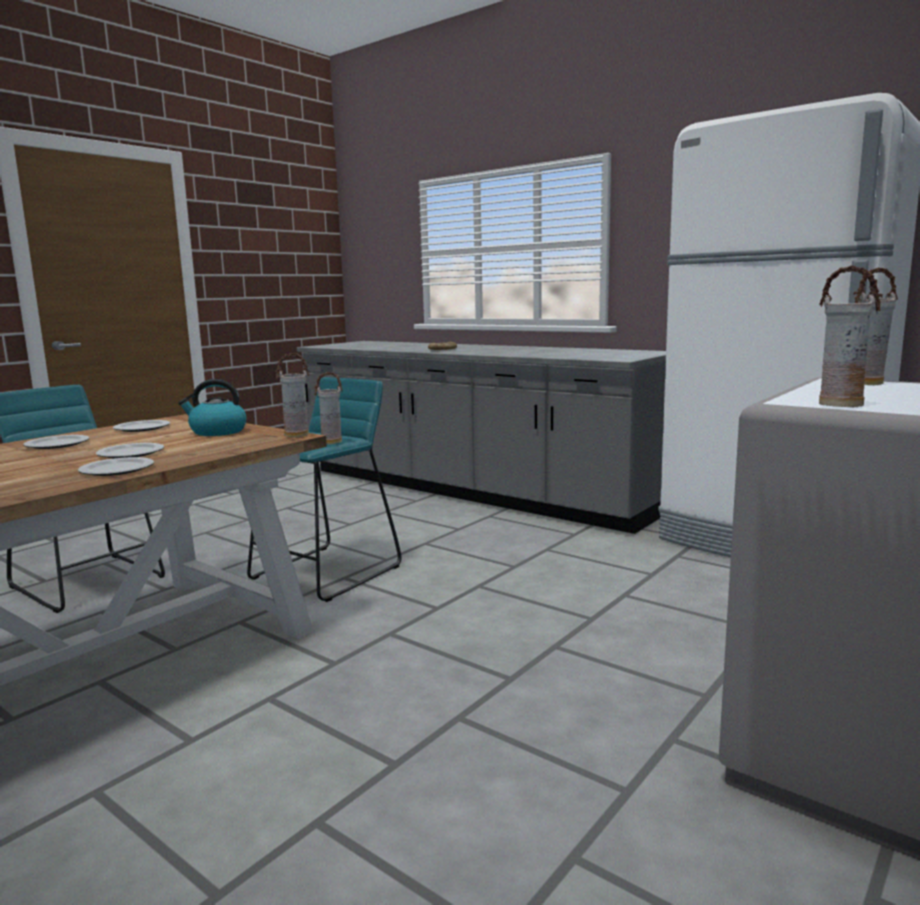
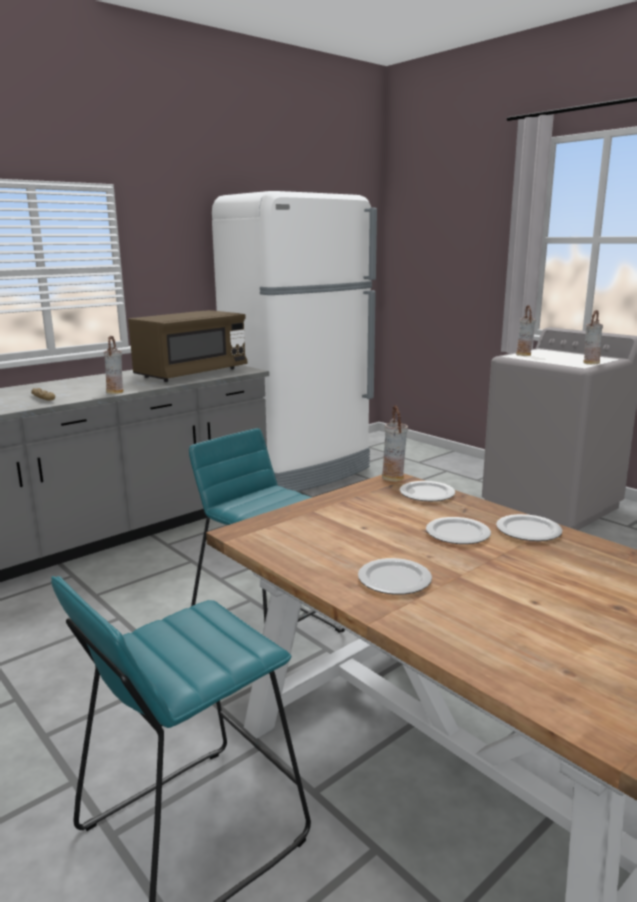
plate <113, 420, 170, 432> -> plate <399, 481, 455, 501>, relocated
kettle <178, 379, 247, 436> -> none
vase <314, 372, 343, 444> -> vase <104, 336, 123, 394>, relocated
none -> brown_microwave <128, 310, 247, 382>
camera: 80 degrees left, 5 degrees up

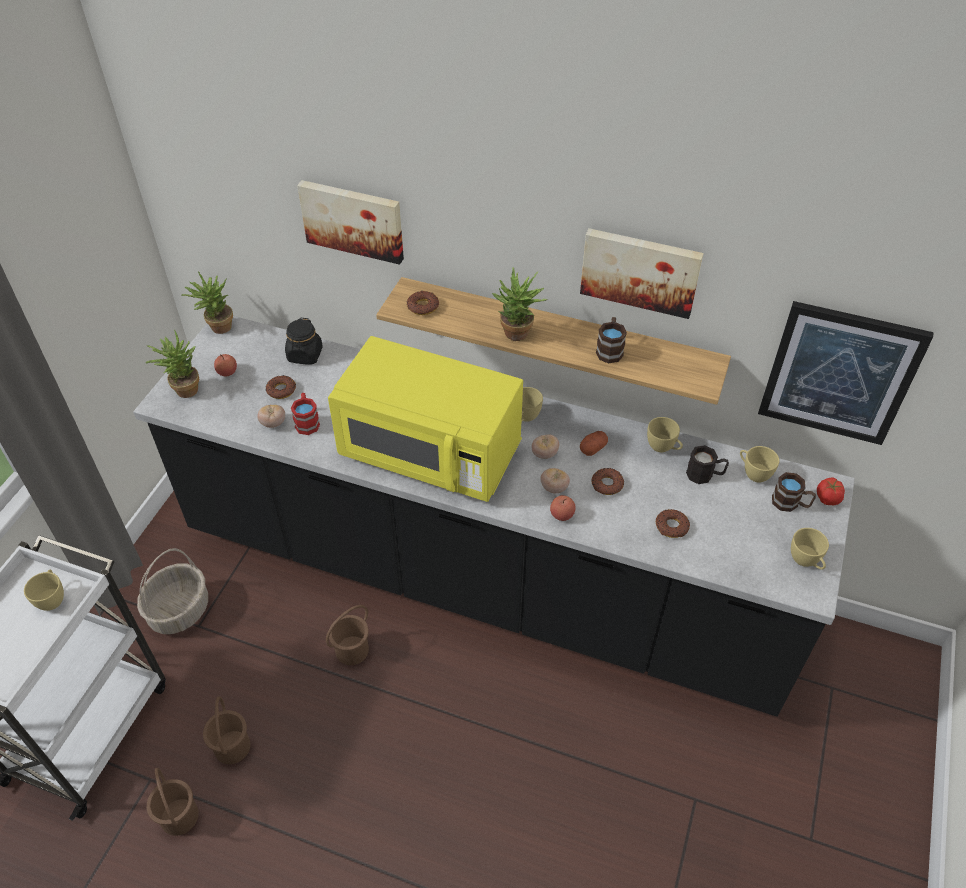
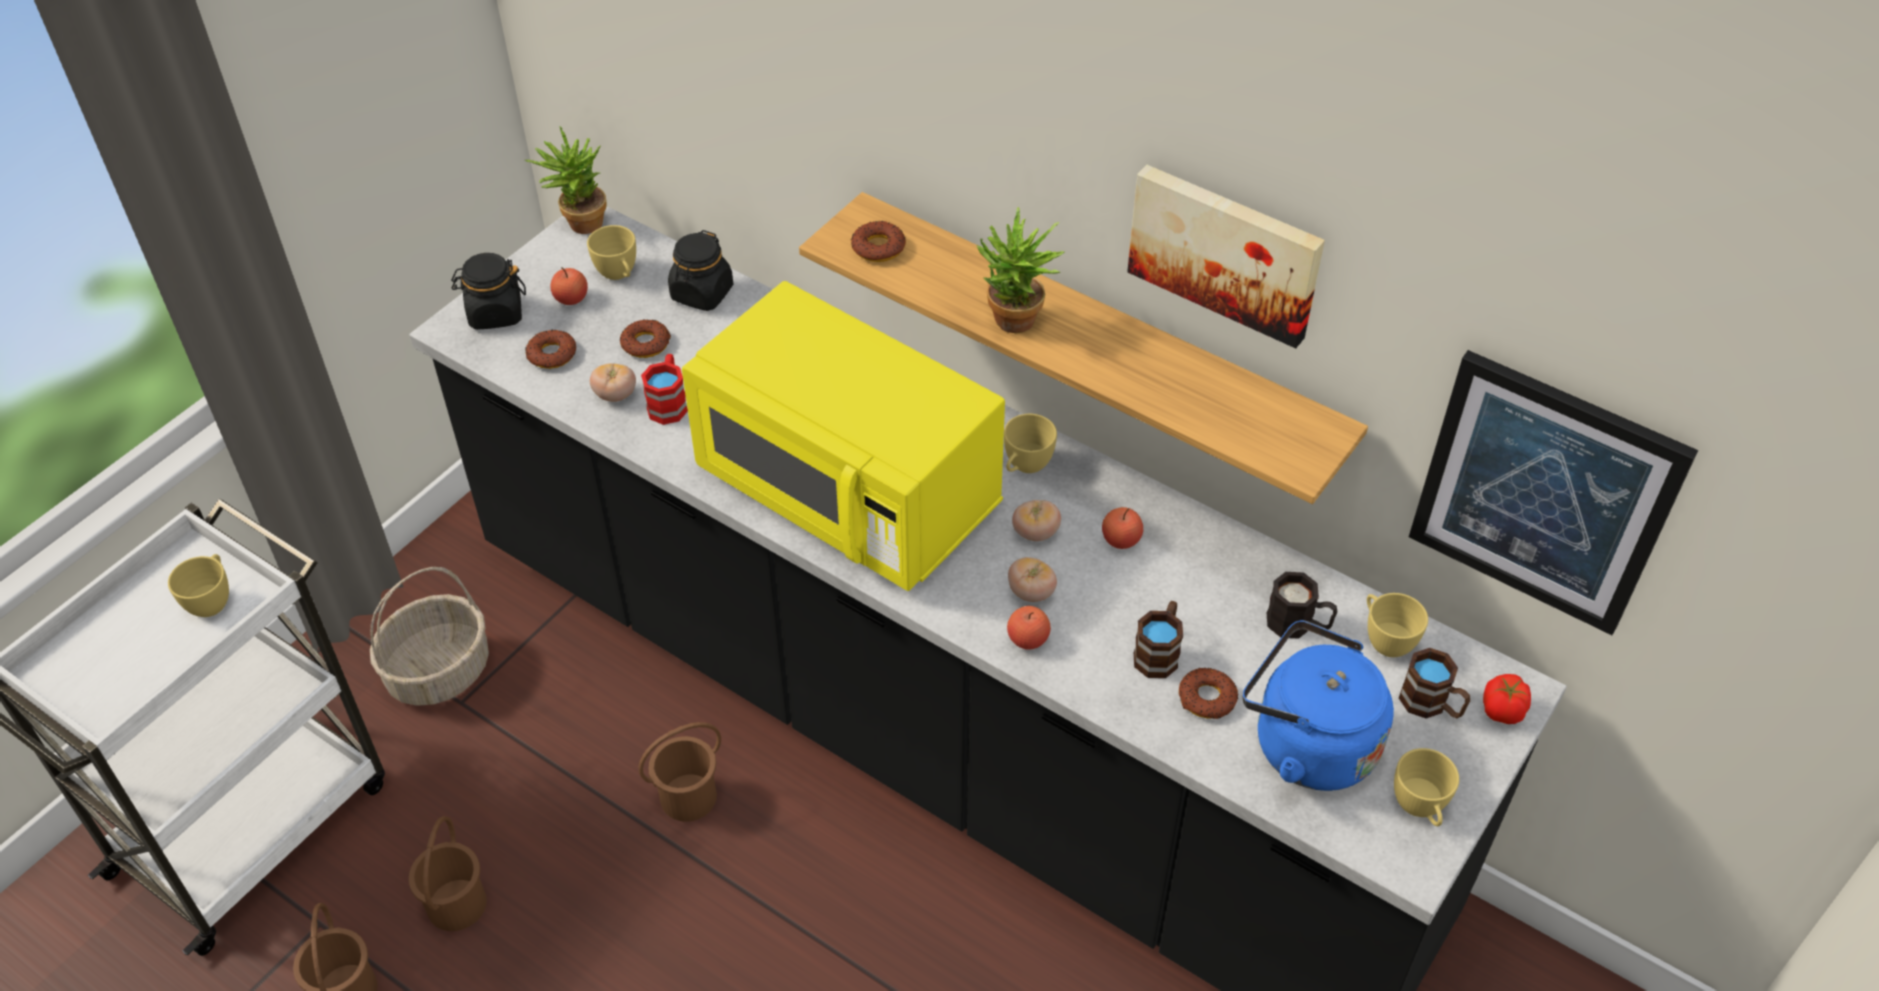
potted_plant <145, 329, 199, 398> -> black_jar <451, 253, 526, 330>
picture <297, 180, 404, 265> -> none
potato <580, 431, 608, 456> -> apple <1102, 507, 1143, 549>
donut <592, 468, 624, 495> -> donut <525, 330, 576, 369>, relocated
brown_mug <596, 317, 627, 363> -> brown_mug <1134, 601, 1183, 678>, relocated
yellow_cup <647, 417, 683, 452> -> yellow_cup <587, 225, 636, 280>, relocated
none -> blue_kettle <1243, 620, 1394, 791>
camera: 15 degrees right, 0 degrees up

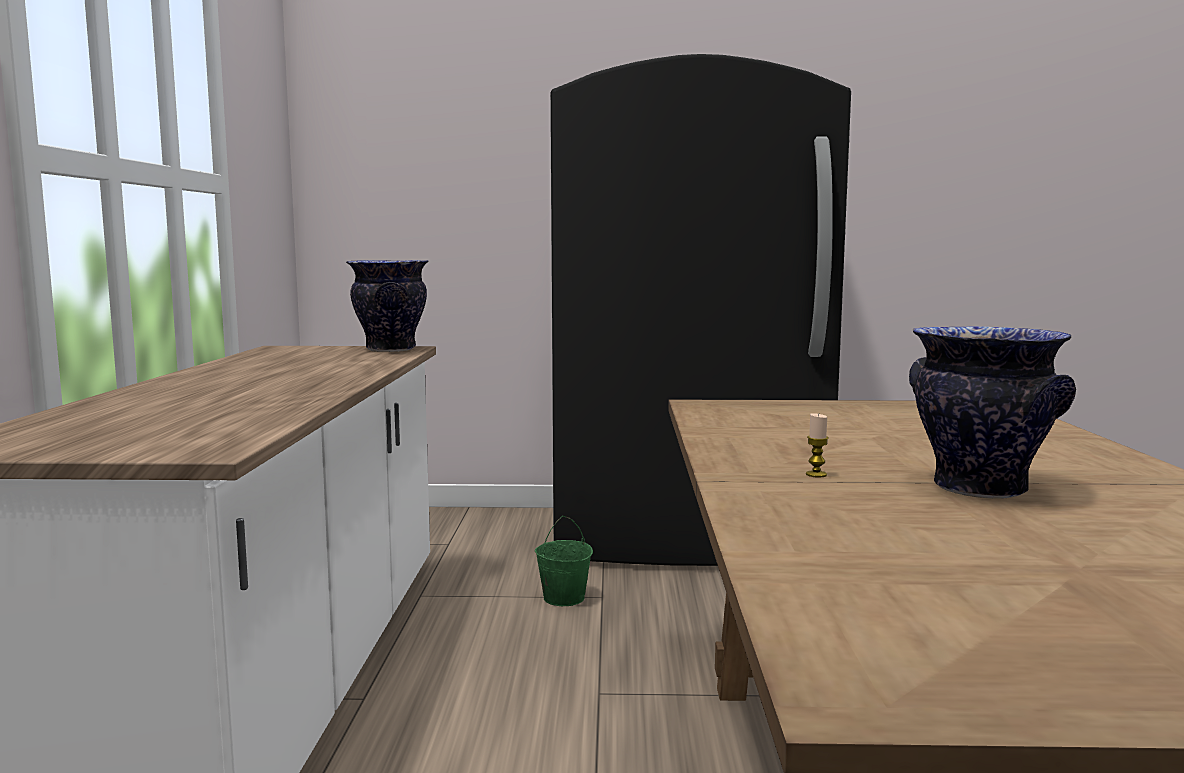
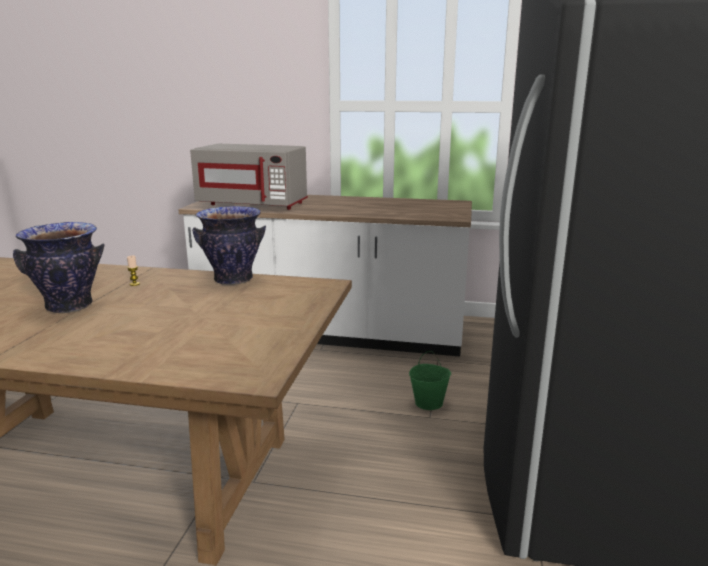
vase <346, 260, 428, 352> -> vase <192, 206, 266, 285>, relocated
none -> grey_microwave <190, 144, 308, 210>
camera: 100 degrees right, 10 degrees up

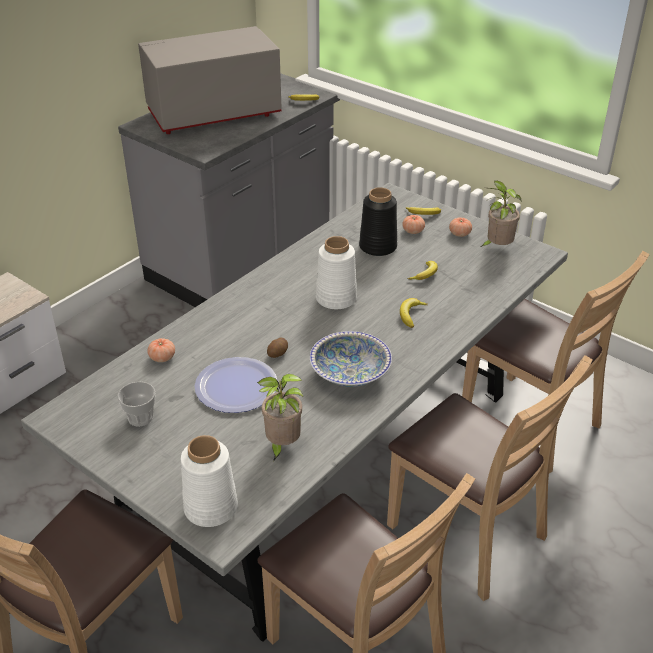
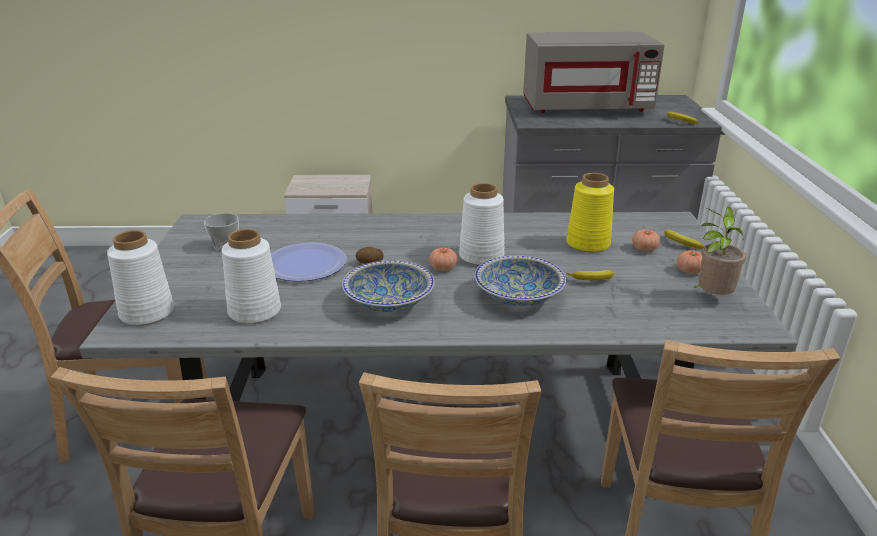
grey_microwave <138, 26, 282, 134> -> grey_microwave <523, 32, 665, 113>, 150 degrees clockwise
tomato <147, 338, 175, 362> -> tomato <429, 248, 458, 271>, relocated
potted_plant <257, 374, 303, 461> -> white_vase <222, 229, 281, 324>
black_vase <359, 187, 397, 256> -> yellow_vase <566, 173, 614, 252>
banana <400, 298, 428, 328> -> bowl <475, 255, 566, 307>
camera: 50 degrees right, 10 degrees down

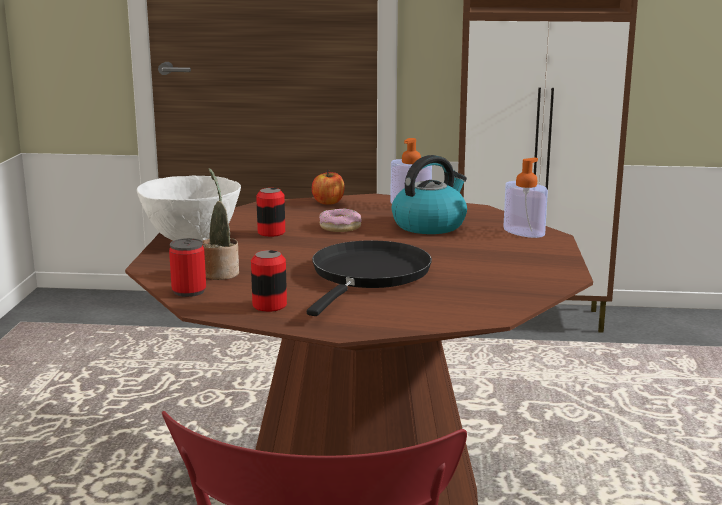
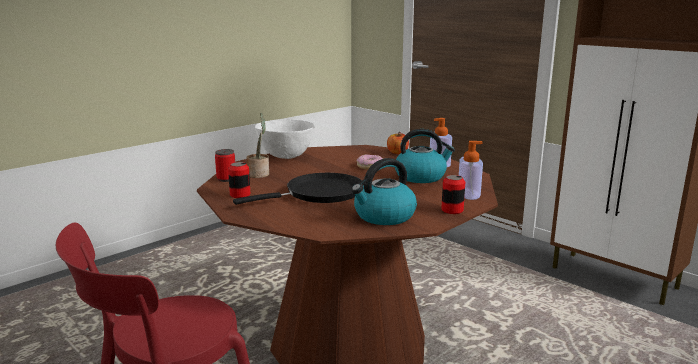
can <256, 188, 285, 237> -> can <441, 175, 465, 214>, relocated
none -> kettle <351, 158, 417, 225>
camera: 40 degrees right, 0 degrees up

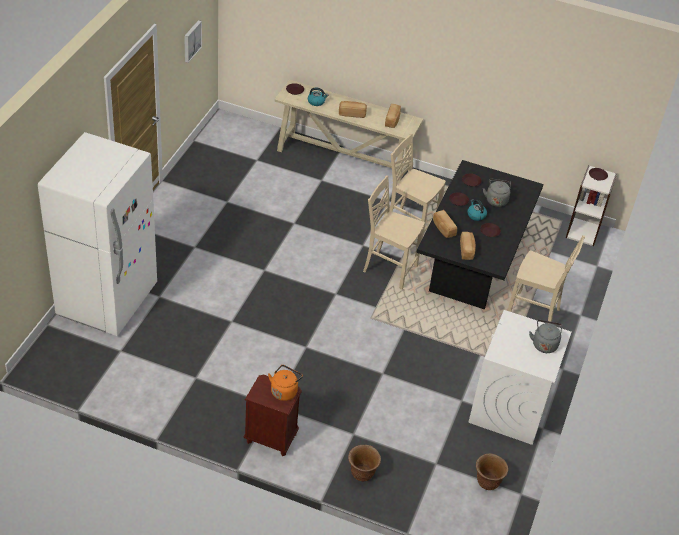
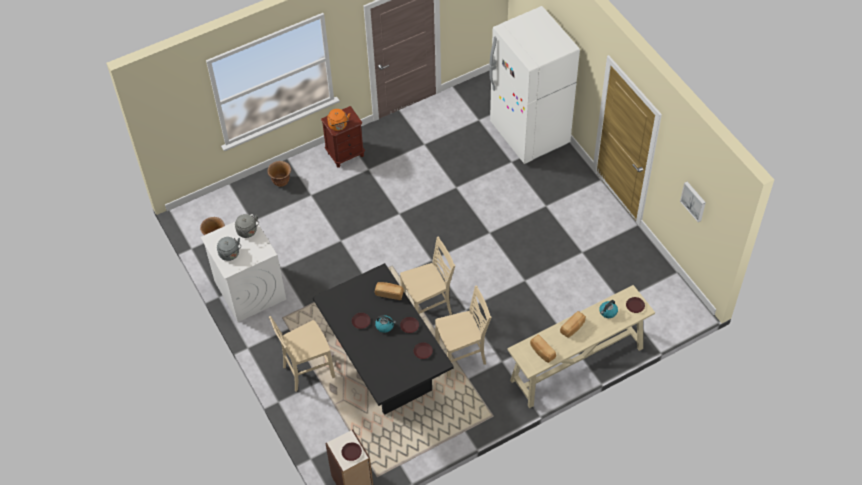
bread <460, 232, 476, 260> -> none
grey_kettle <483, 179, 511, 207> -> grey_kettle <235, 214, 259, 238>, relocated
camera: 135 degrees right, 10 degrees up

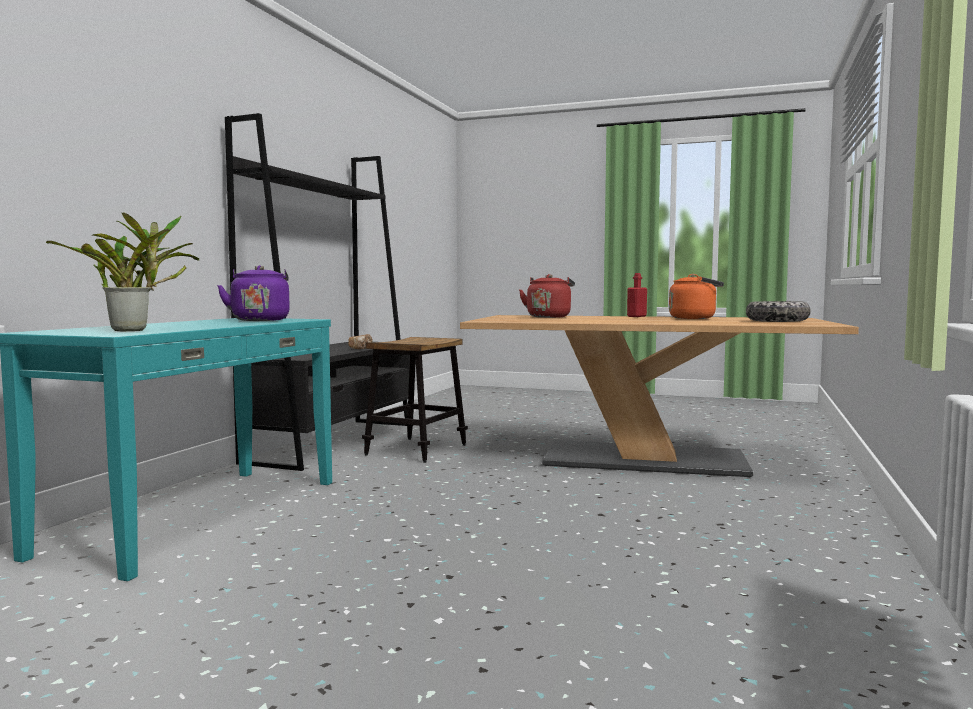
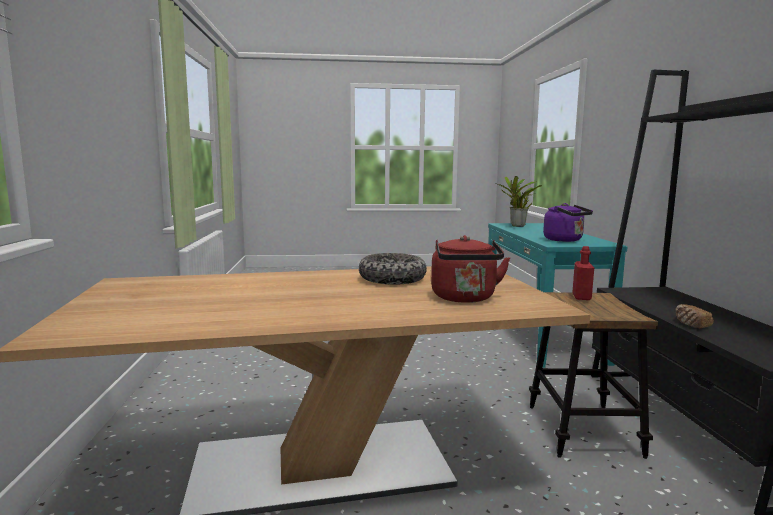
red_bottle <627, 273, 647, 317> -> red_bottle <572, 246, 594, 300>, relocated
orange_kettle <669, 274, 724, 319> -> none
bowl <746, 301, 811, 322> -> bowl <359, 253, 427, 285>, relocated
camera: 155 degrees right, 5 degrees up

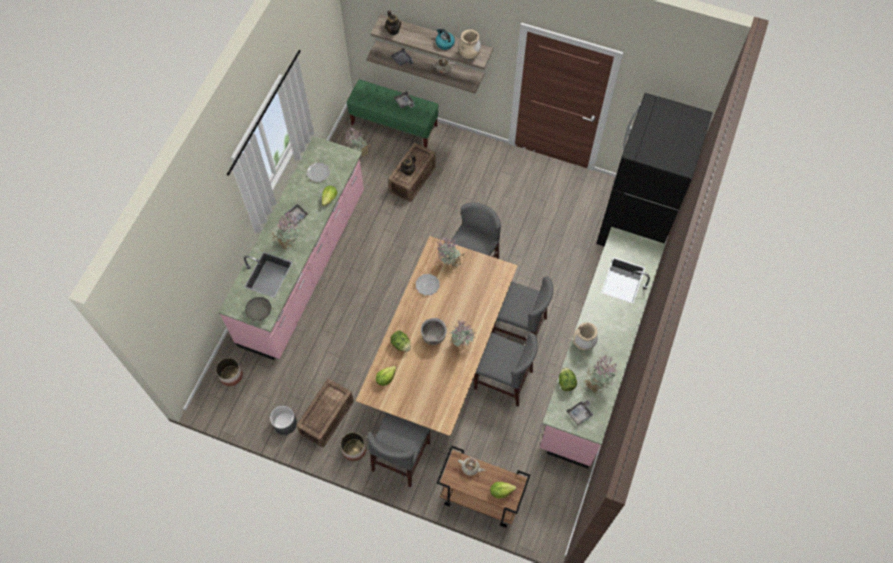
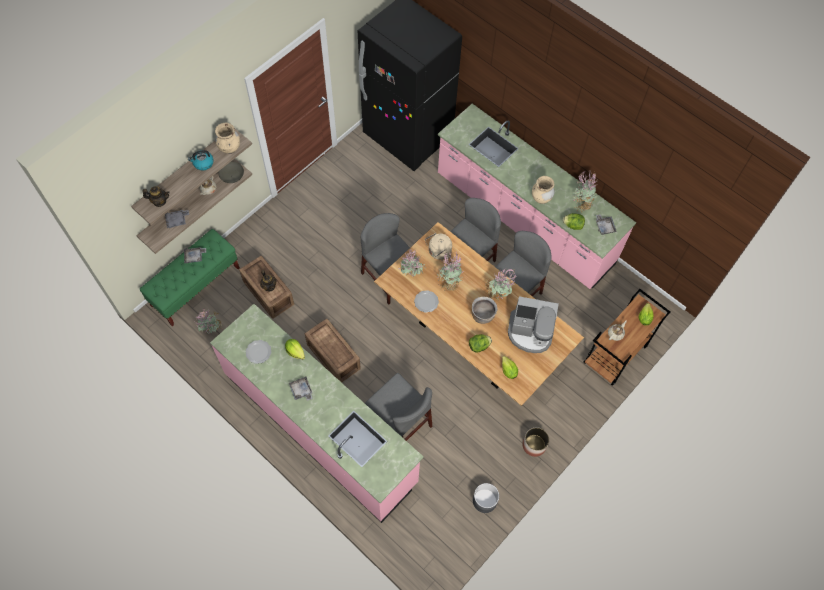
planter <216, 358, 243, 386> -> none
grey_bowl <245, 297, 271, 321> -> grey_bowl <218, 162, 244, 183>, relocated
potted_plant <272, 211, 300, 250> -> potted_plant <437, 252, 464, 291>, relocated
crate <296, 379, 354, 448> -> crate <305, 319, 361, 383>, relocated
grey_chair <367, 413, 431, 487> -> grey_chair <365, 373, 432, 441>, relocated
none -> beige_kettle <425, 233, 452, 260>
none -> coffee_machine <508, 296, 559, 353>
camera: 70 degrees left, 0 degrees up

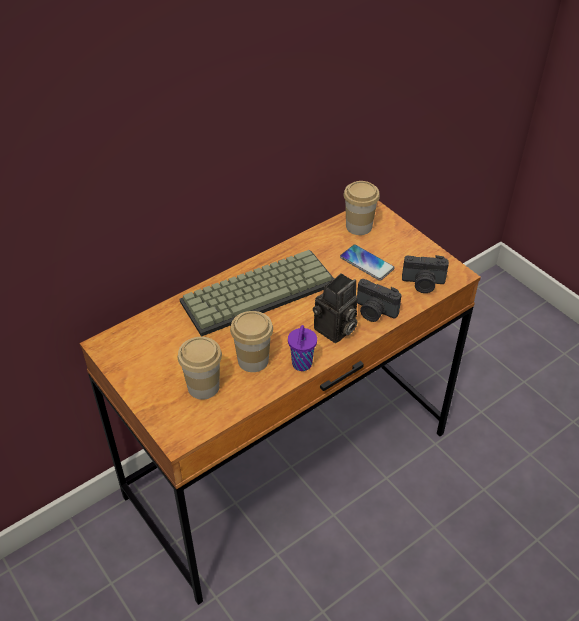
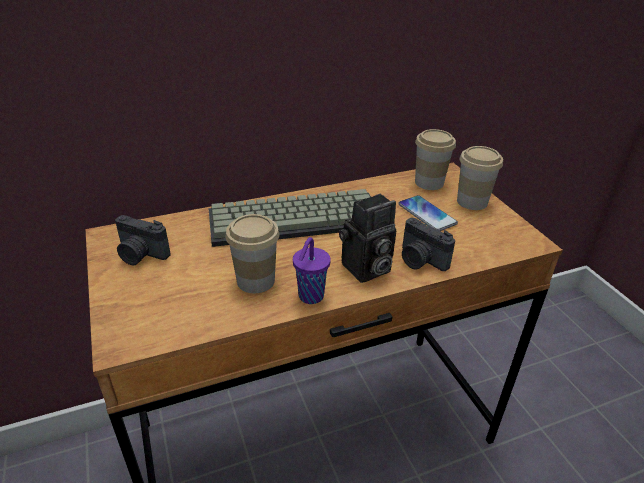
cup <178, 337, 222, 400> -> cup <457, 146, 503, 210>, relocated
photo_camera <402, 255, 449, 293> -> photo_camera <115, 215, 171, 266>, relocated
camera: 15 degrees right, 10 degrees down

